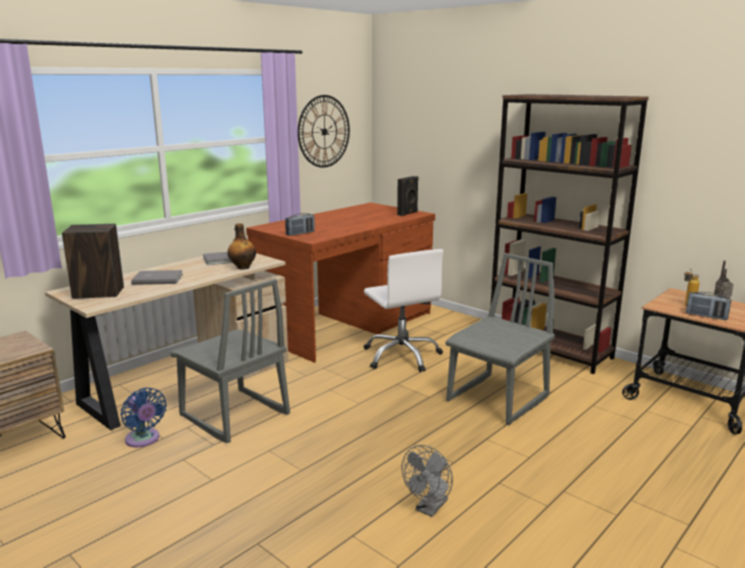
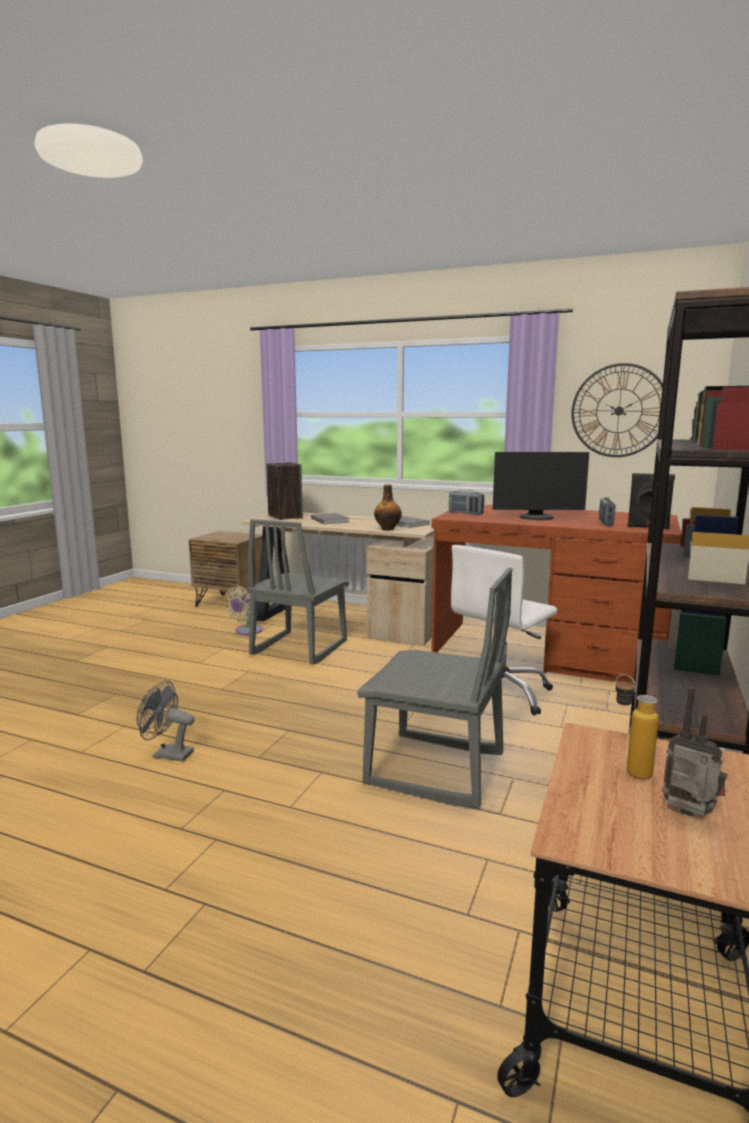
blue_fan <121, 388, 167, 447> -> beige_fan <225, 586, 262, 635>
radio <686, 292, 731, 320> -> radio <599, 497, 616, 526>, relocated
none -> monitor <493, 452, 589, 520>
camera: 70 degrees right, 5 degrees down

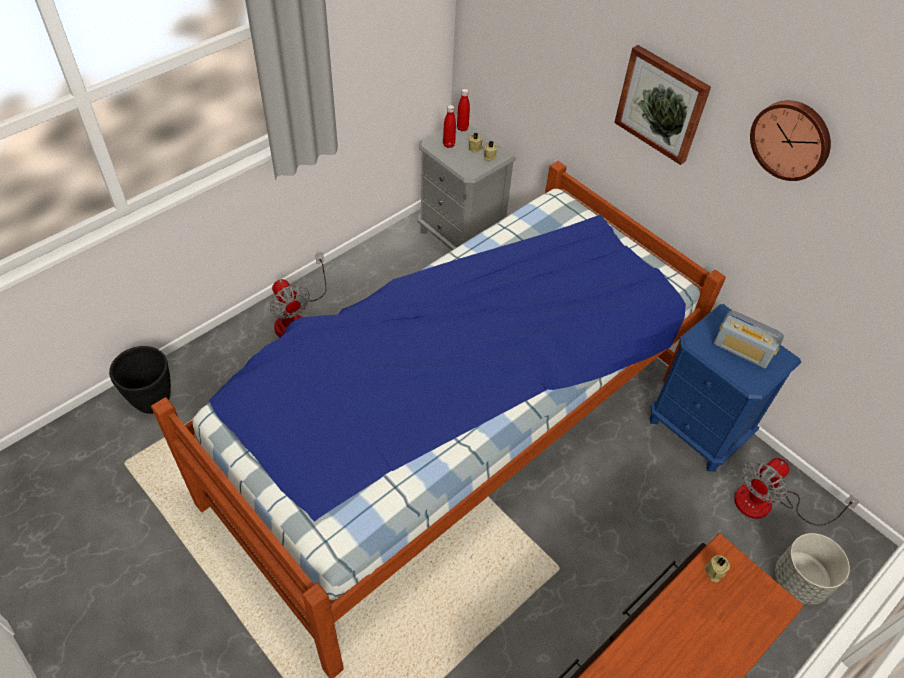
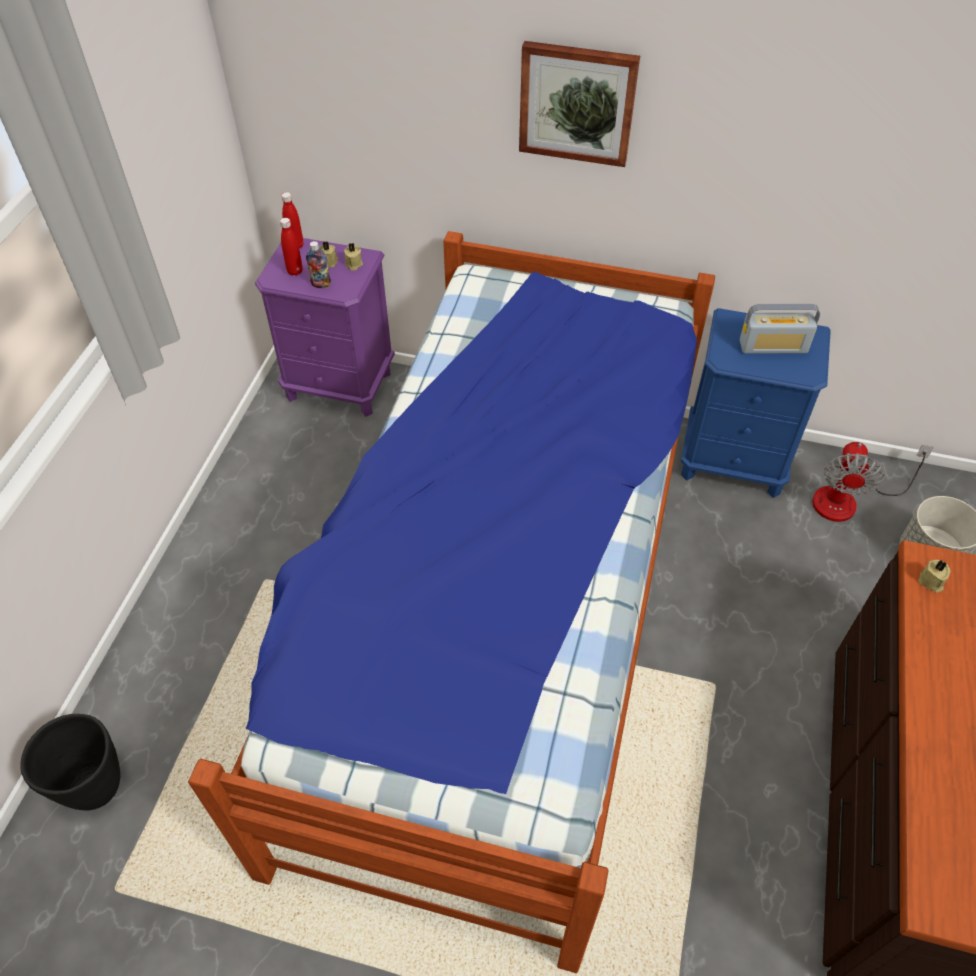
fan <270, 253, 327, 337> -> none
grey_nightstand <418, 122, 516, 250> -> purple_nightstand <255, 238, 395, 417>
wall_clock <750, 100, 831, 181> -> none
none -> bottle <306, 241, 331, 288>
camera: 30 degrees left, 0 degrees up

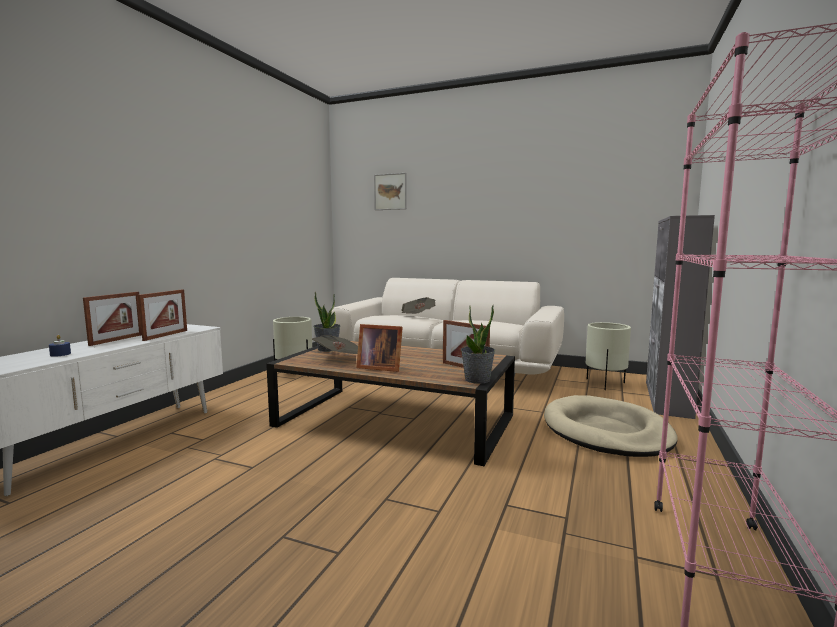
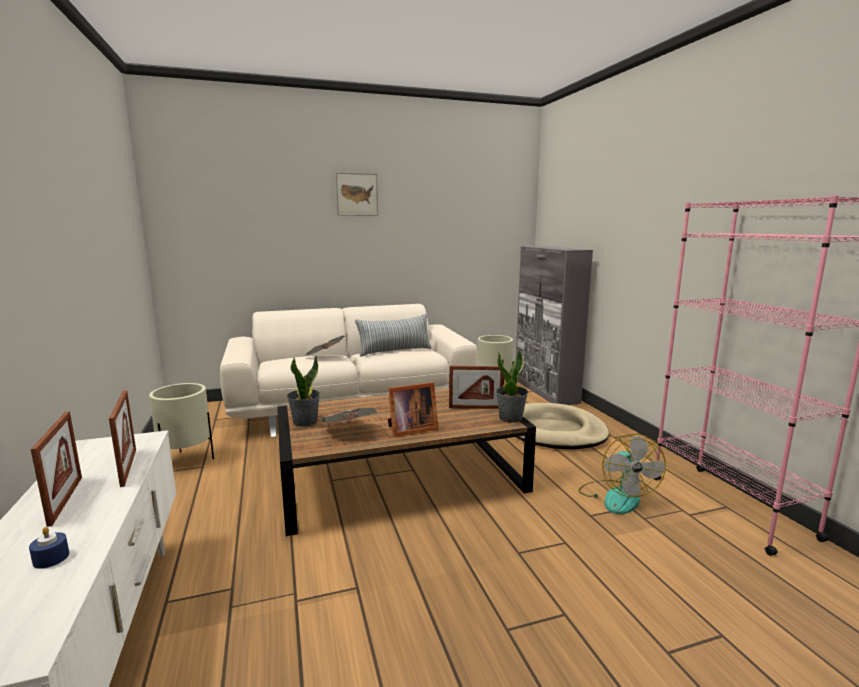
picture <374, 173, 407, 210> -> picture <335, 172, 378, 216>, relocated
none -> pillow <355, 314, 431, 357>
none -> fan <579, 434, 666, 514>
camera: 40 degrees left, 5 degrees up

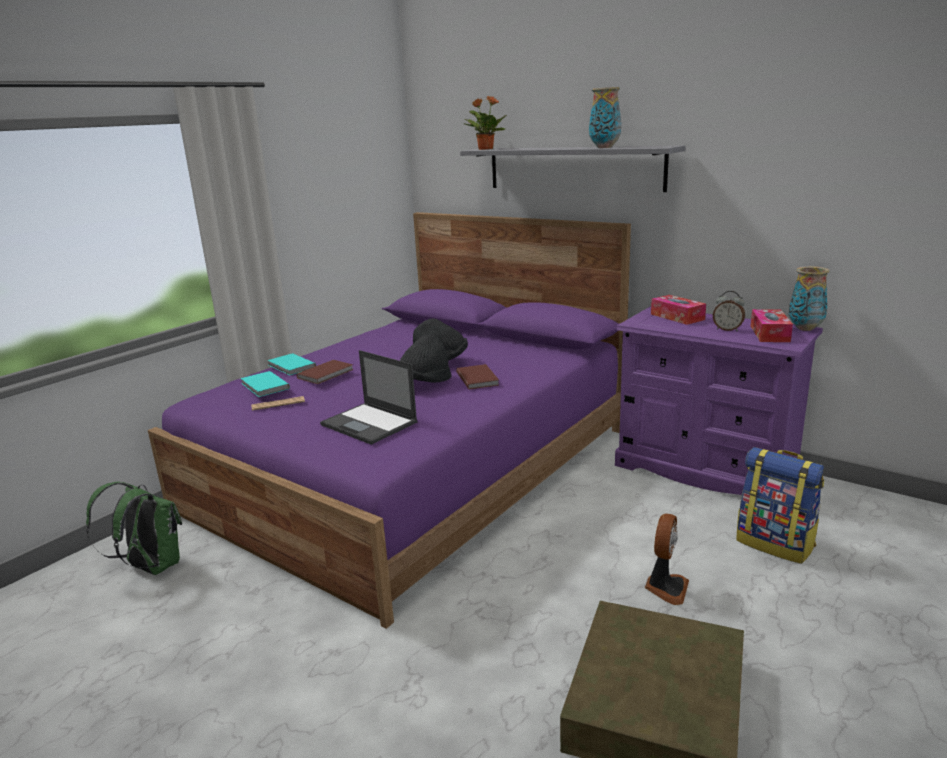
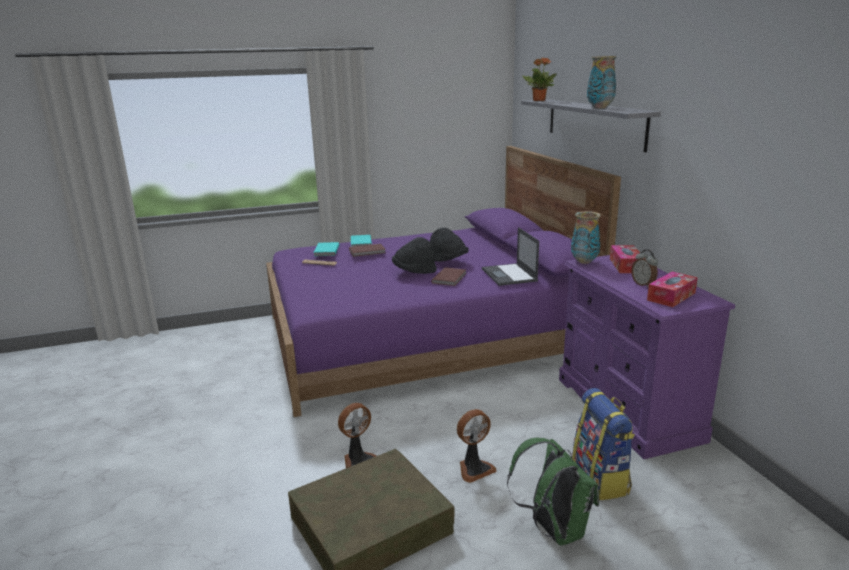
green_backpack <86, 482, 182, 575> -> green_backpack <507, 438, 599, 546>, relocated
laptop <320, 350, 418, 445> -> laptop <482, 227, 539, 286>, relocated
vase <789, 266, 829, 331> -> vase <571, 211, 601, 264>, relocated
none -> fan <338, 403, 376, 468>
camera: 35 degrees right, 0 degrees up

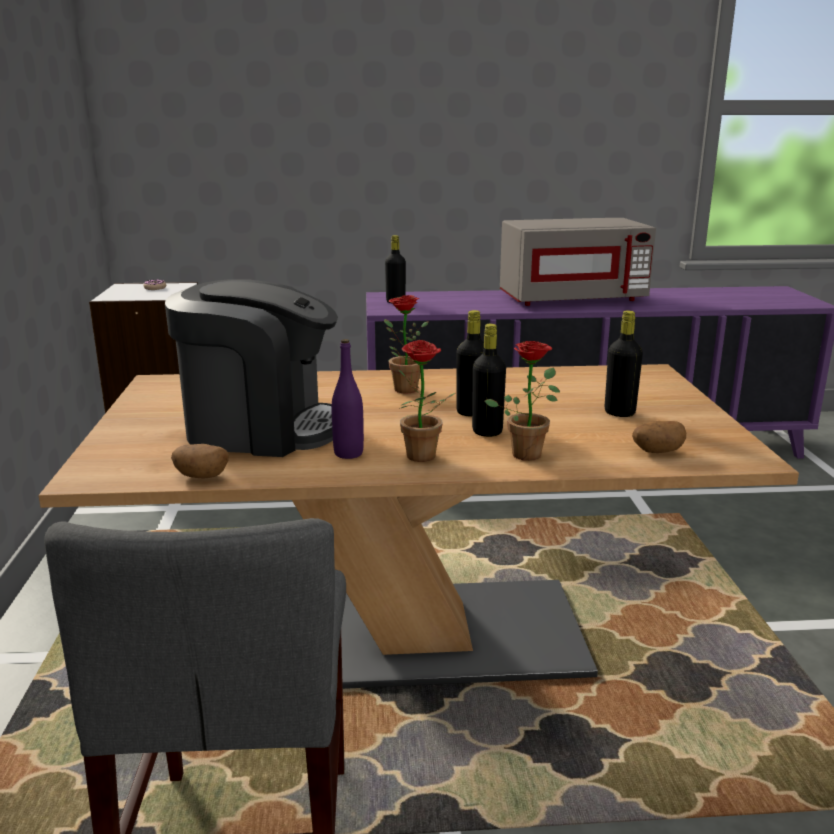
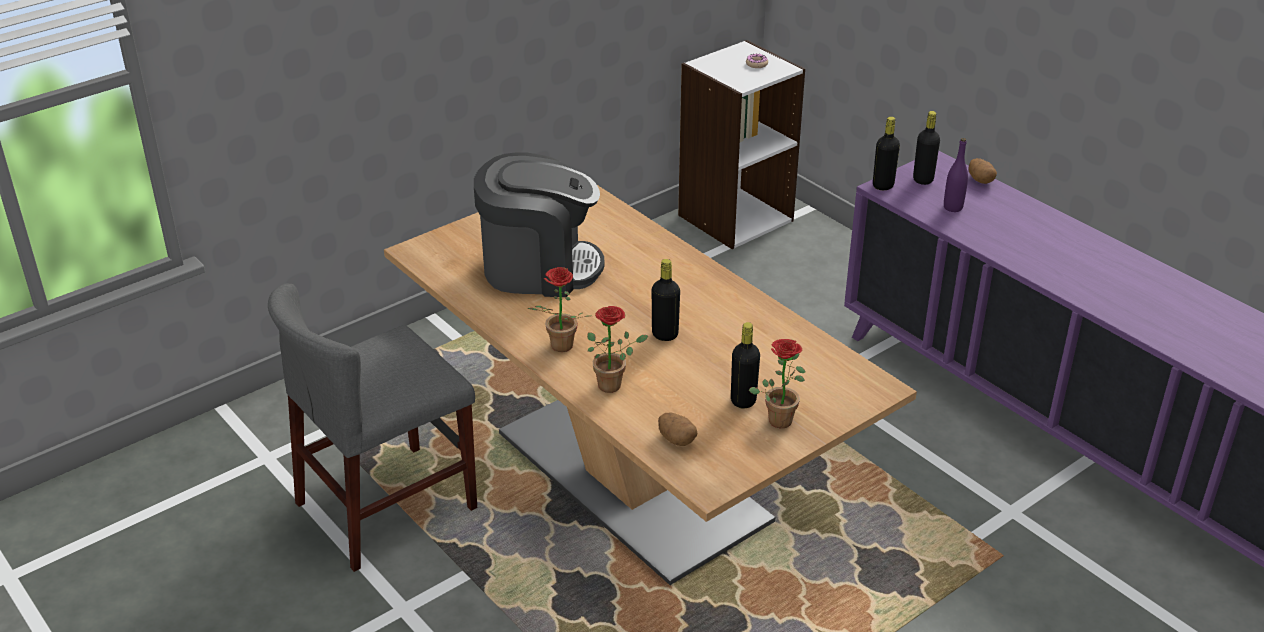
coffee_machine <165, 279, 338, 457> -> coffee_machine <474, 152, 605, 297>, 60 degrees counterclockwise
potato <171, 444, 229, 479> -> potato <969, 158, 997, 184>, relocated
purple_bottle <332, 339, 364, 459> -> purple_bottle <944, 138, 968, 212>, relocated
potted_plant <384, 295, 428, 394> -> potted_plant <749, 339, 805, 428>, relocated
black_bottle <472, 324, 506, 437> -> black_bottle <873, 117, 900, 190>, relocated
grey_microwave <500, 218, 656, 306> -> none
camera: 55 degrees right, 15 degrees up

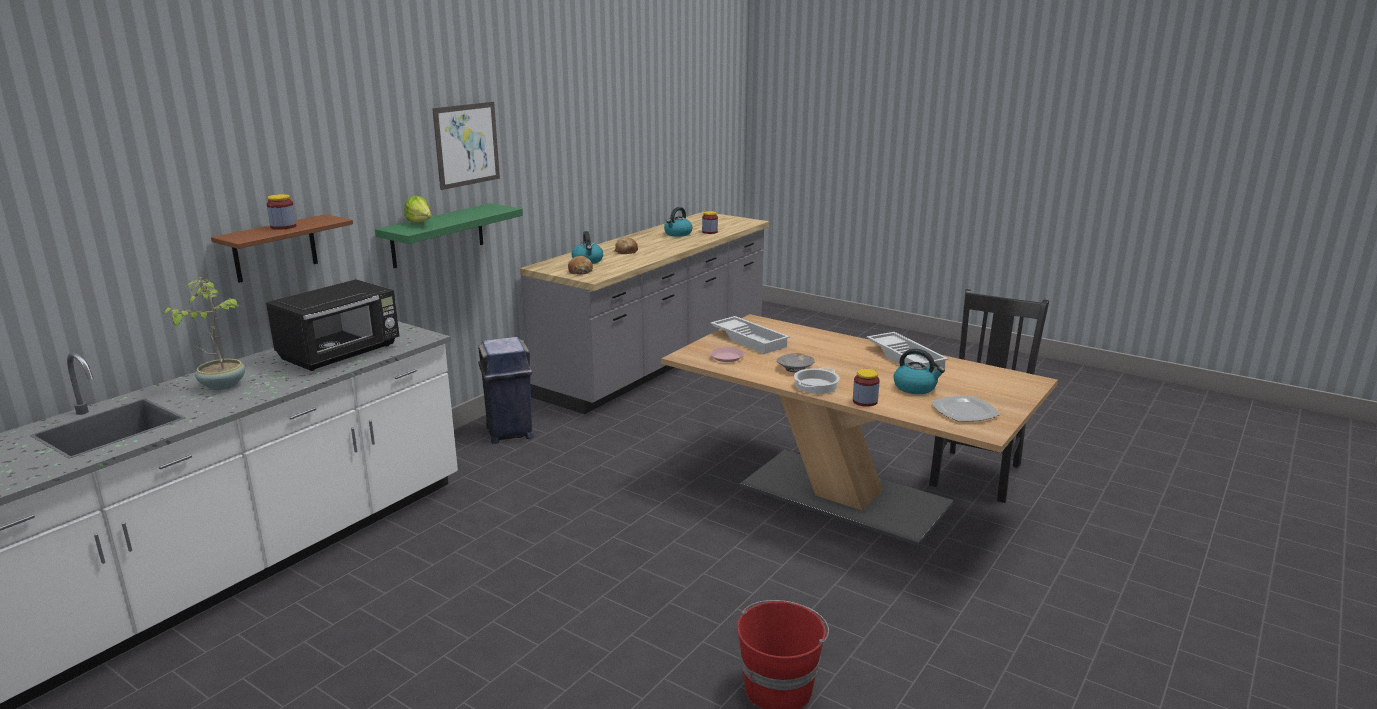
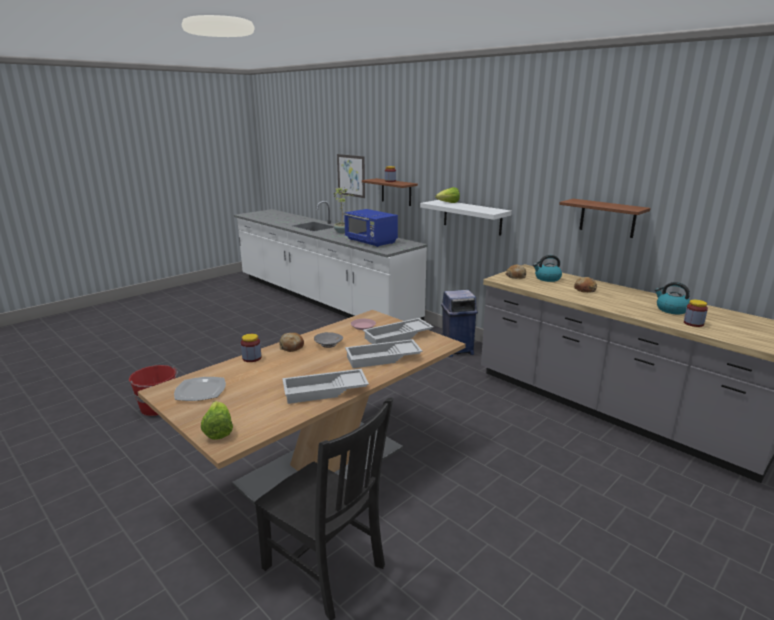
black_microwave <266, 279, 399, 371> -> blue_microwave <344, 209, 398, 247>
green_shelf <375, 203, 523, 268> -> white_shelf <420, 200, 512, 236>
picture <432, 102, 500, 190> -> picture <337, 154, 365, 198>, relocated
cooking_pot <794, 367, 840, 394> -> bread <279, 333, 304, 352>
kettle <894, 349, 945, 394> -> none
none -> lettuce <201, 401, 233, 440>
none -> white_tray <345, 339, 423, 368>
none -> brown_shelf <559, 199, 650, 238>
camera: 100 degrees right, 0 degrees up

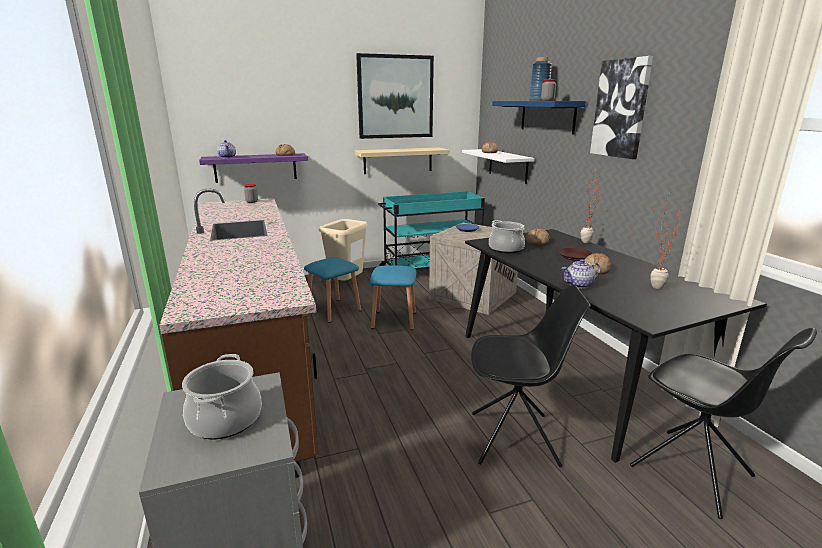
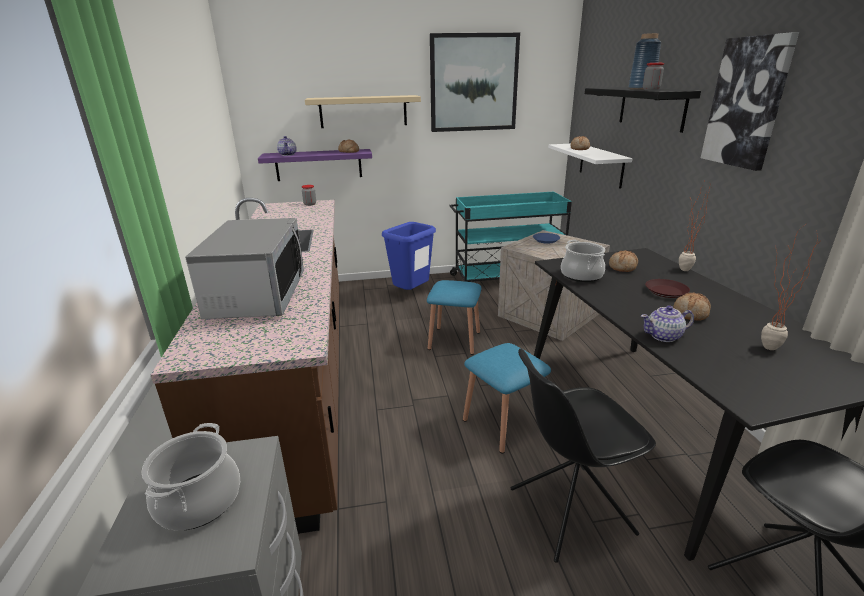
blue_stool <304, 257, 361, 323> -> blue_stool <463, 343, 551, 454>, relocated
beige_trash_can <319, 219, 368, 281> -> blue_trash_can <382, 222, 436, 290>
beige_shelf <354, 148, 450, 174> -> beige_shelf <305, 95, 421, 128>, relocated
black_chair <471, 285, 591, 467> -> black_chair <511, 348, 656, 563>, 150 degrees clockwise
blue_shelf <492, 101, 586, 134> -> black_shelf <585, 87, 701, 133>
none -> microwave <185, 218, 304, 319>
camera: 10 degrees right, 5 degrees up

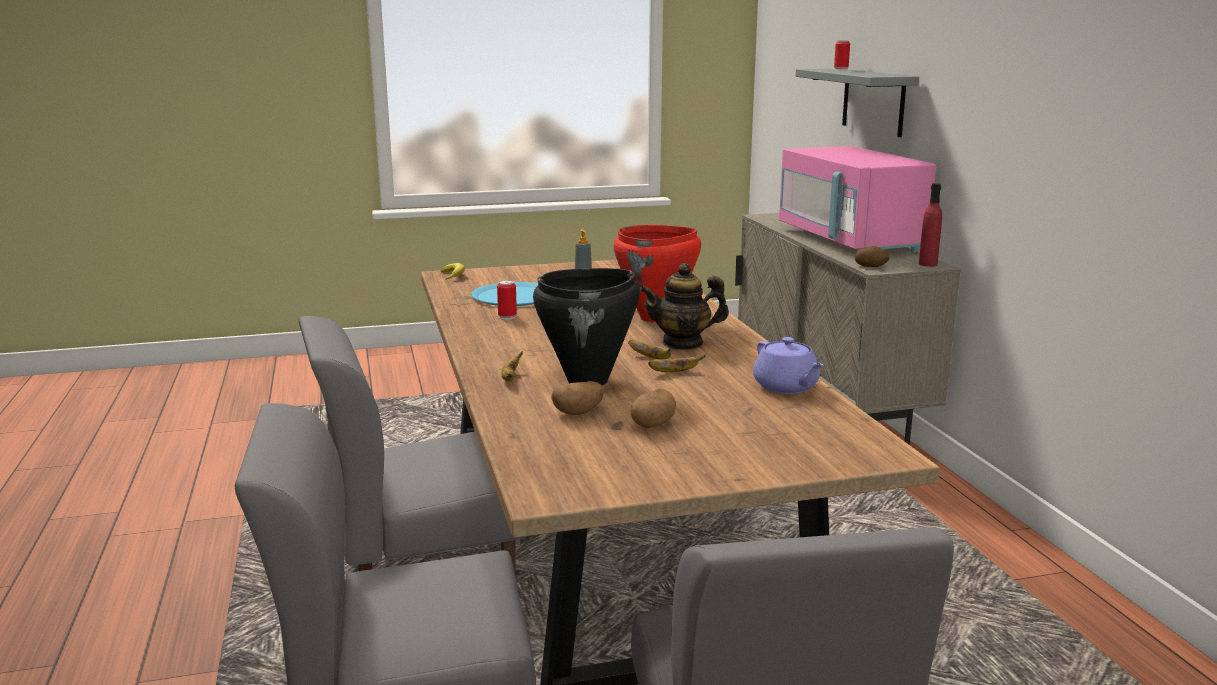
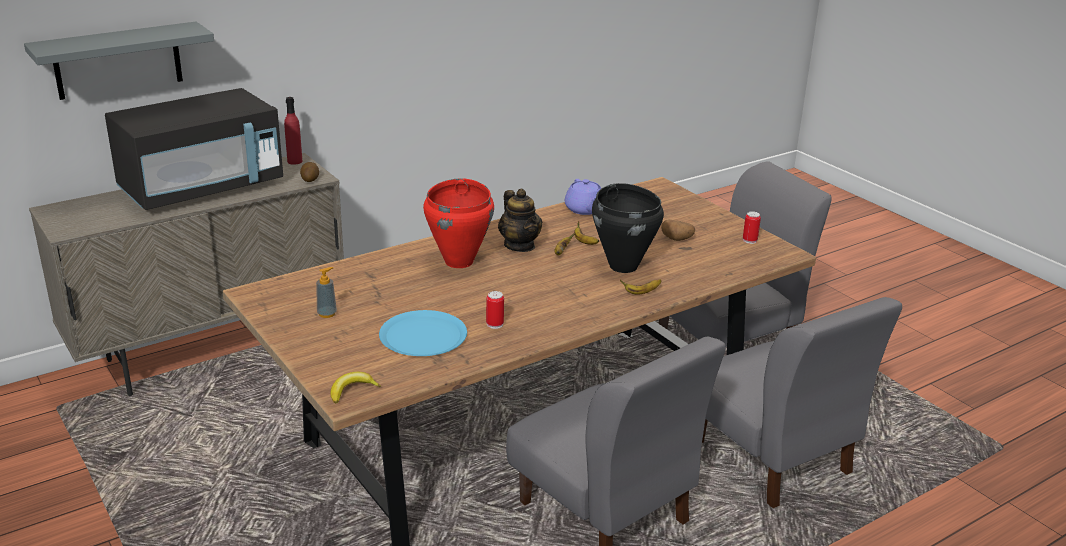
potato <551, 381, 604, 415> -> none
purple_teapot <753, 337, 823, 394> -> purple_teapot <565, 179, 601, 215>, 120 degrees clockwise
pink_microwave <779, 146, 936, 253> -> black_microwave <105, 88, 283, 210>
can <834, 41, 850, 70> -> can <743, 211, 761, 244>, relocated
camera: 110 degrees left, 10 degrees up

